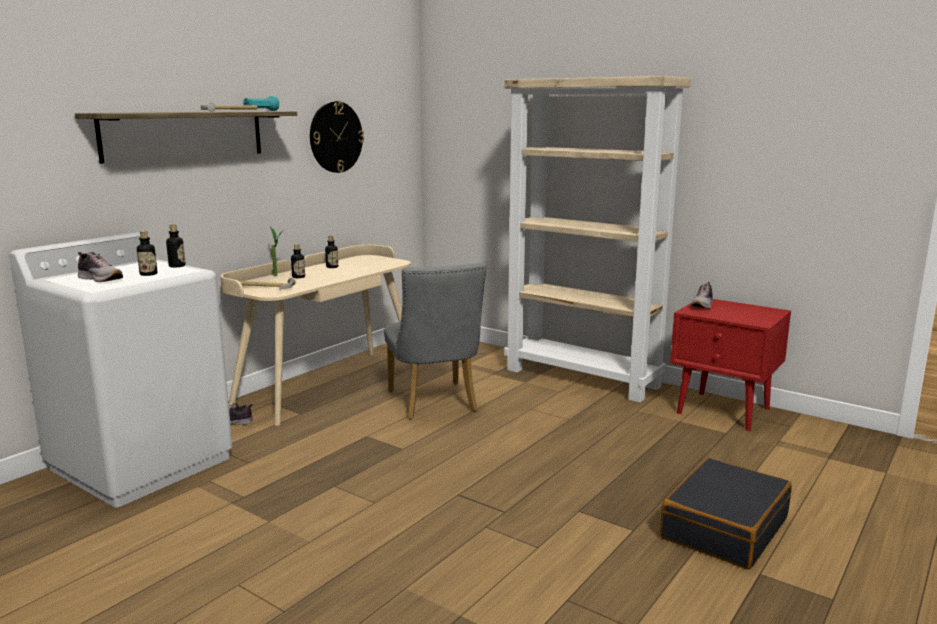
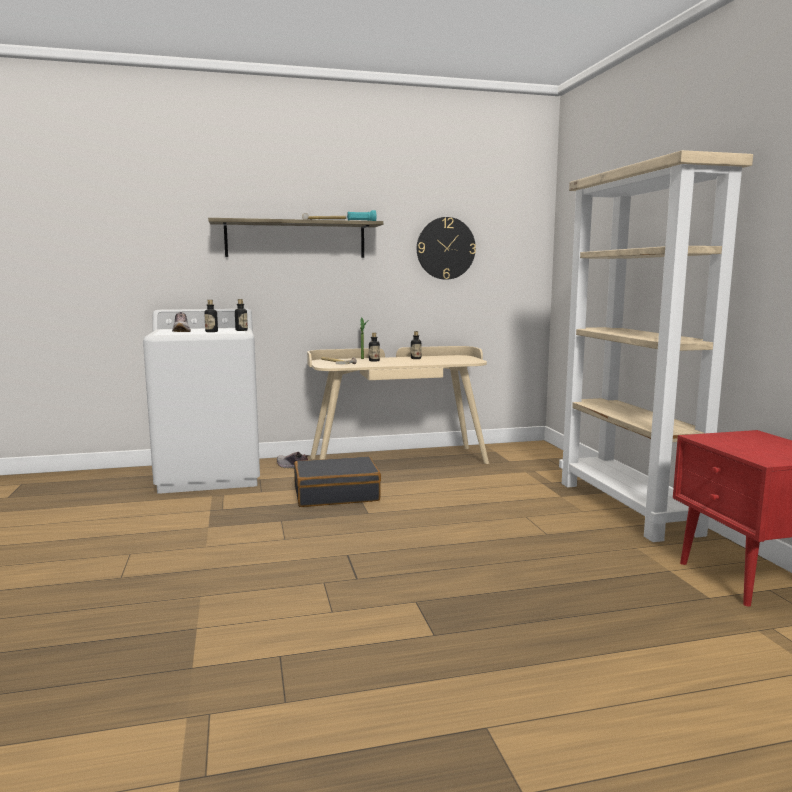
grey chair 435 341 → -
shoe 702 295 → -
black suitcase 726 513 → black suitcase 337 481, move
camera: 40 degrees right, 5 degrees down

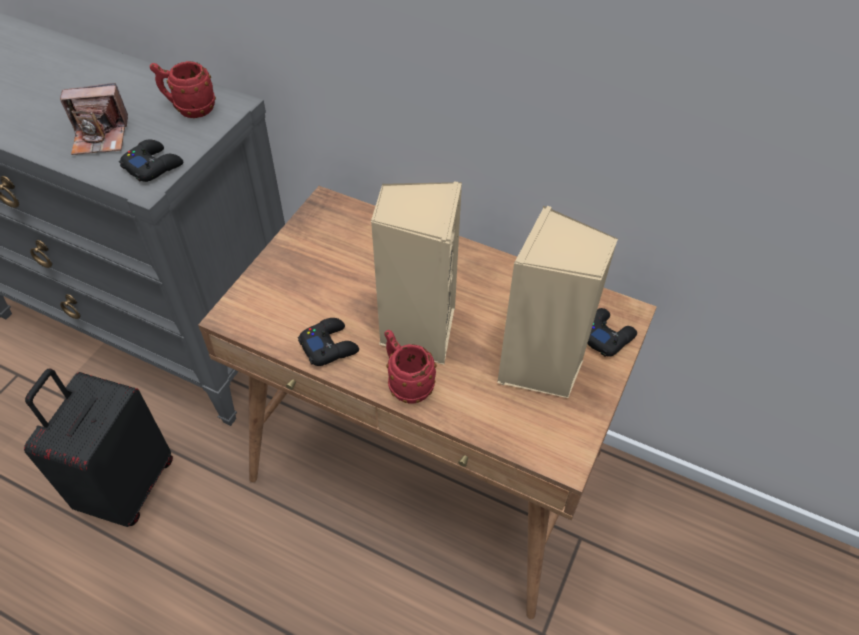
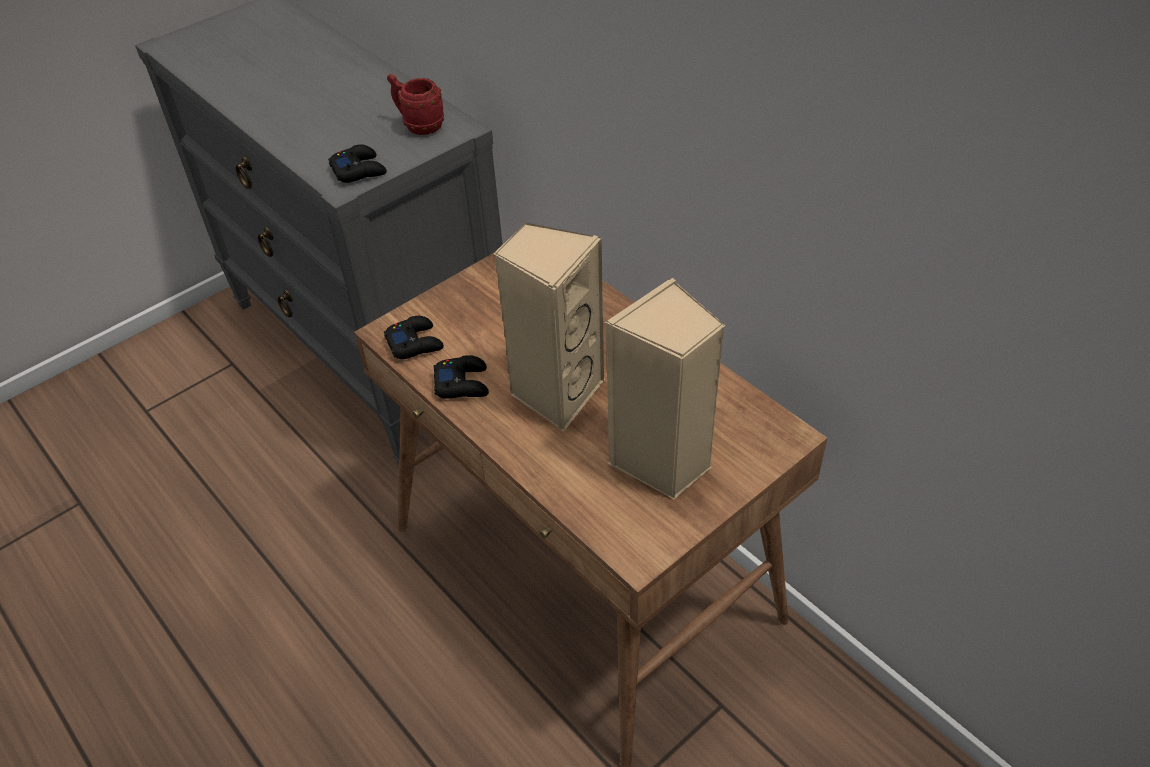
black suitcase 98 448 → -
photo camera 94 119 → -
red mug 410 367 → -
black game controller 612 332 → black game controller 414 337, move
camera: 25 degrees right, 5 degrees down

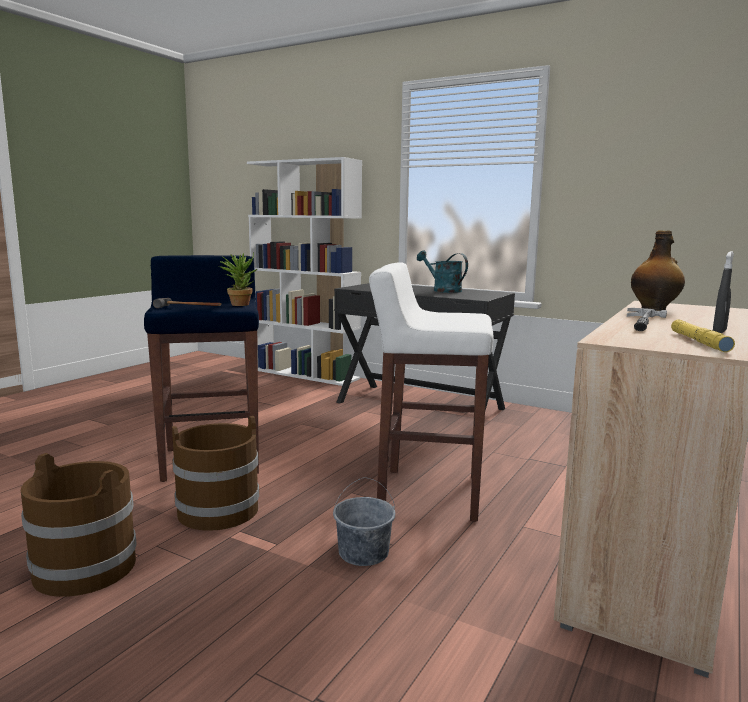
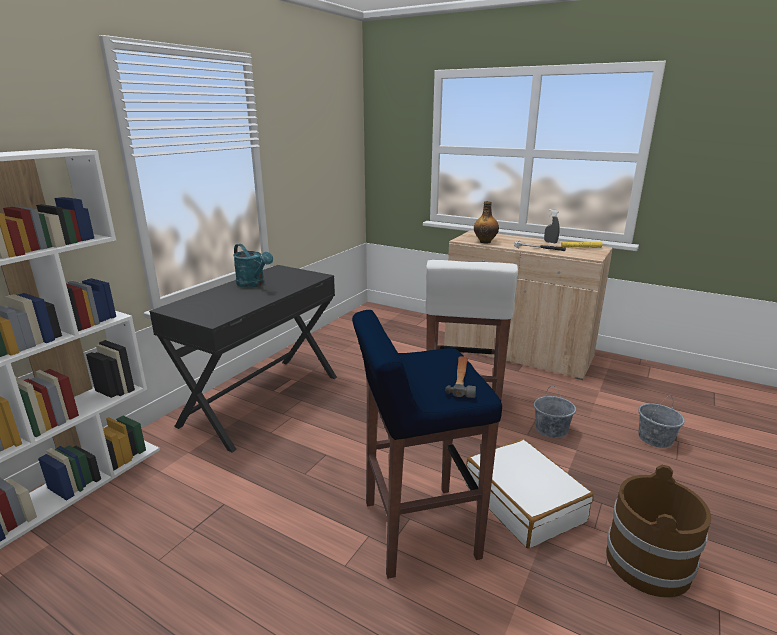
potted plant 238 279 → -
- → grey bucket 661 422
brown bucket 215 473 → white suitcase 530 494
turquoise watering can 442 271 → turquoise watering can 253 265, 90 degrees counterclockwise
camera: 90 degrees left, 10 degrees up

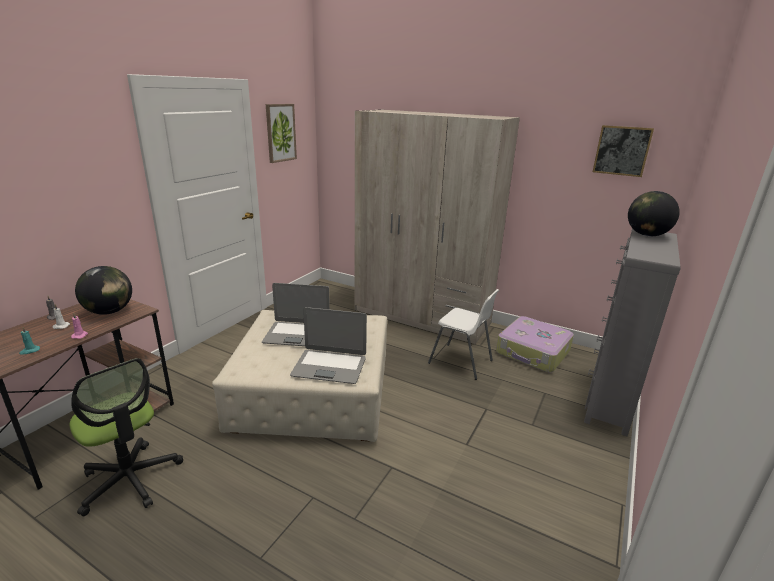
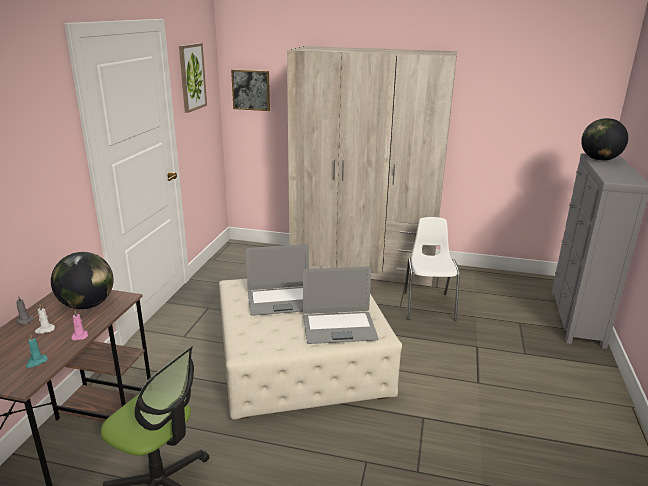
suitcase 535 344 → -
picture 623 151 → picture 250 90, move
white chair 463 334 → white chair 432 269, 105 degrees counterclockwise
camera: 15 degrees left, 0 degrees up

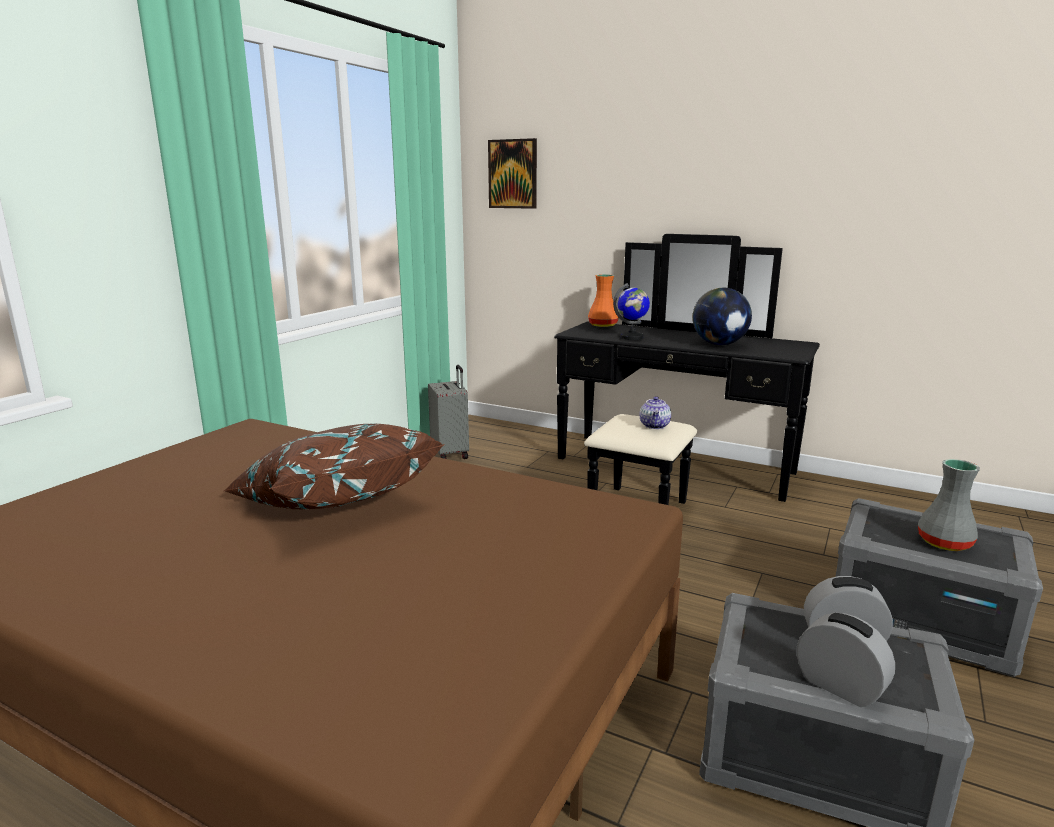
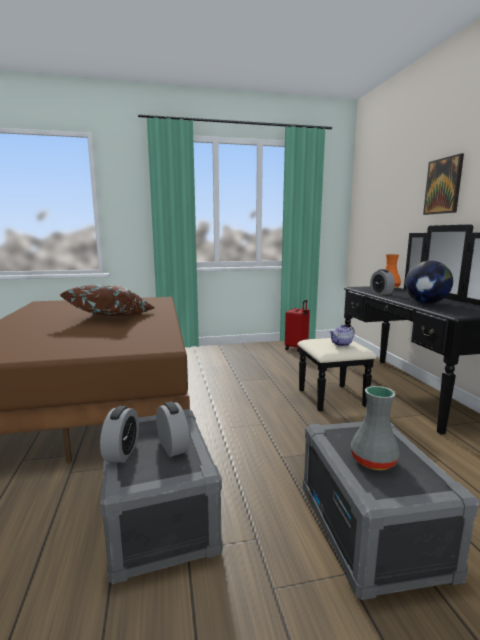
picture 512 173 → picture 443 184, move
globe 631 311 → alarm clock 382 282
grey suitcase 448 412 → red suitcase 297 326
camera: 50 degrees right, 5 degrees down

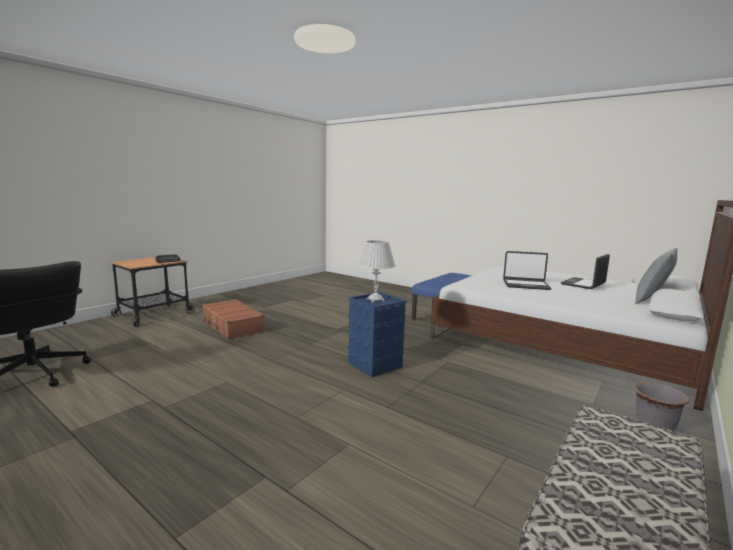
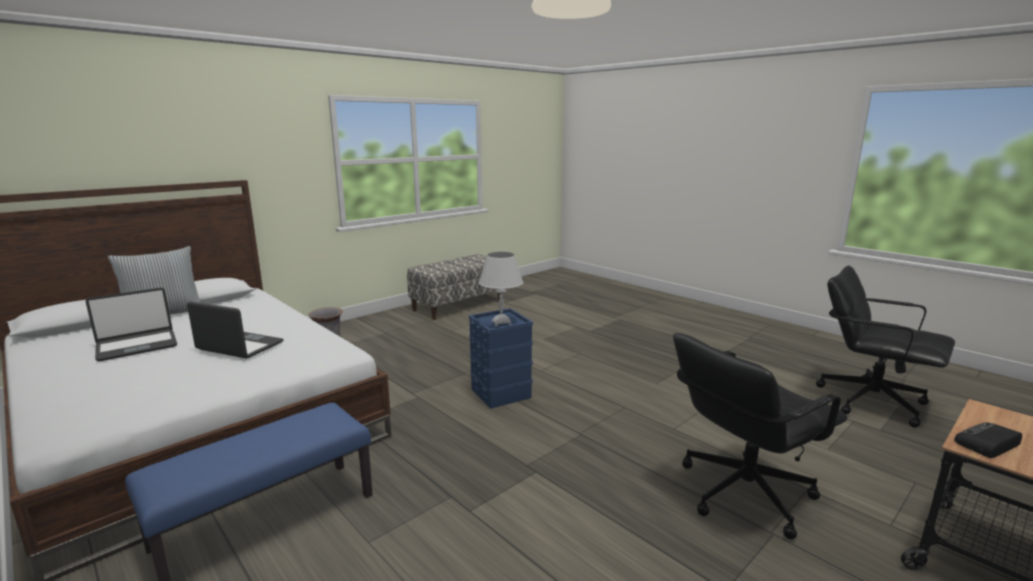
brown suitcase 233 319 → black office chair 760 436
camera: 170 degrees left, 5 degrees up

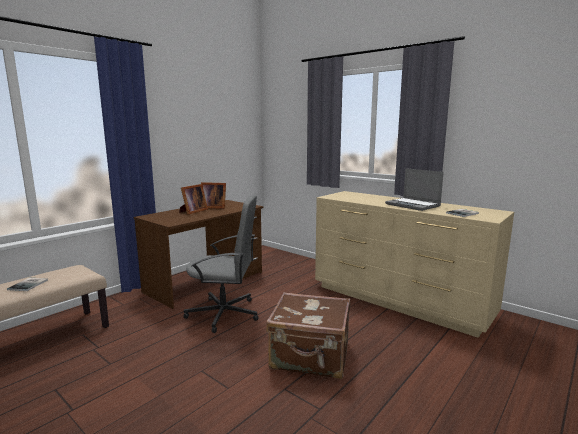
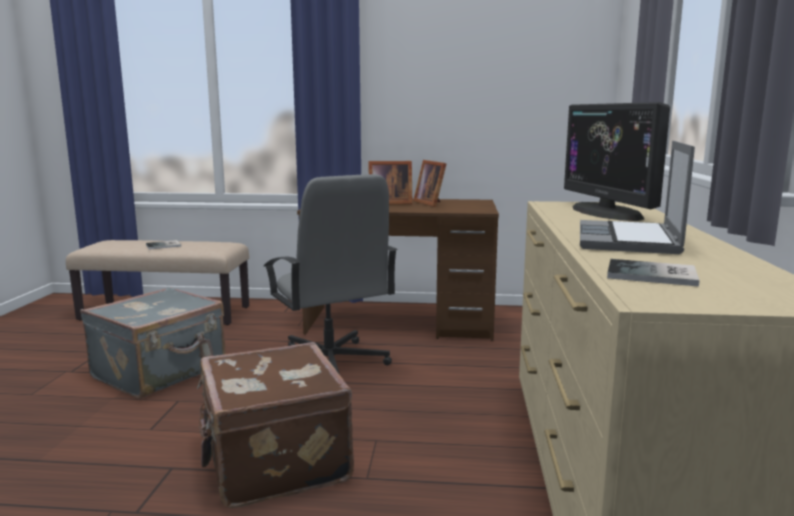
- → grey suitcase 153 343
- → monitor 617 161
camera: 55 degrees right, 0 degrees up

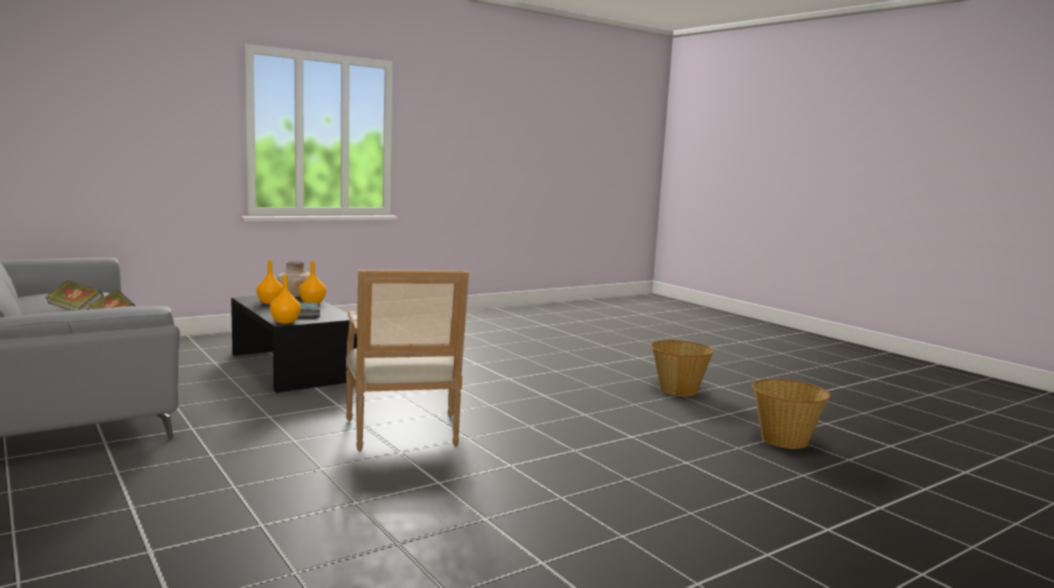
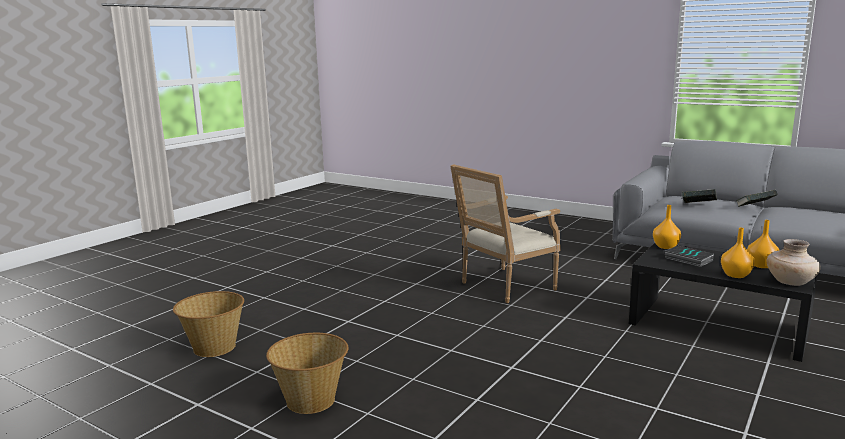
armchair 407 360 → armchair 506 234, 90 degrees counterclockwise
camera: 160 degrees right, 5 degrees up

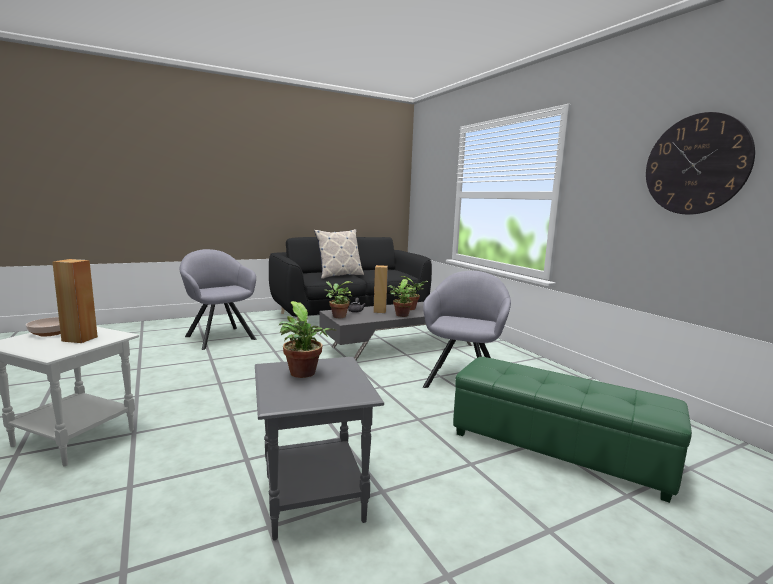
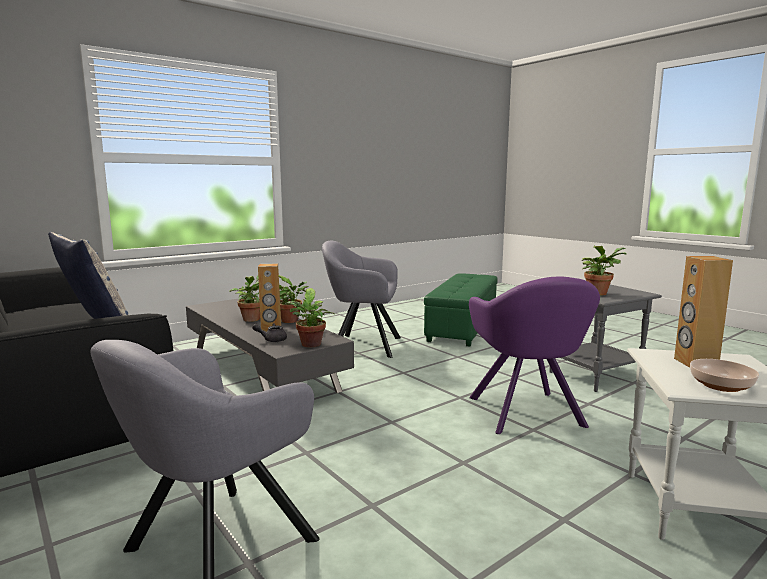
wall clock 700 163 → -
- → purple armchair 534 355
camera: 100 degrees left, 0 degrees up

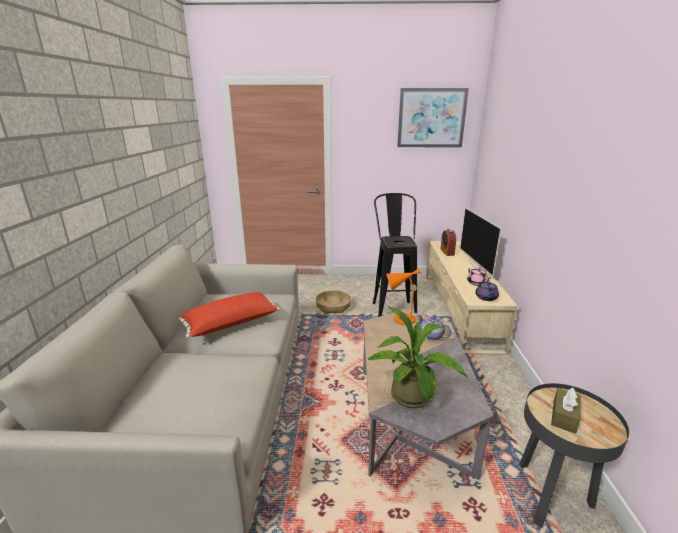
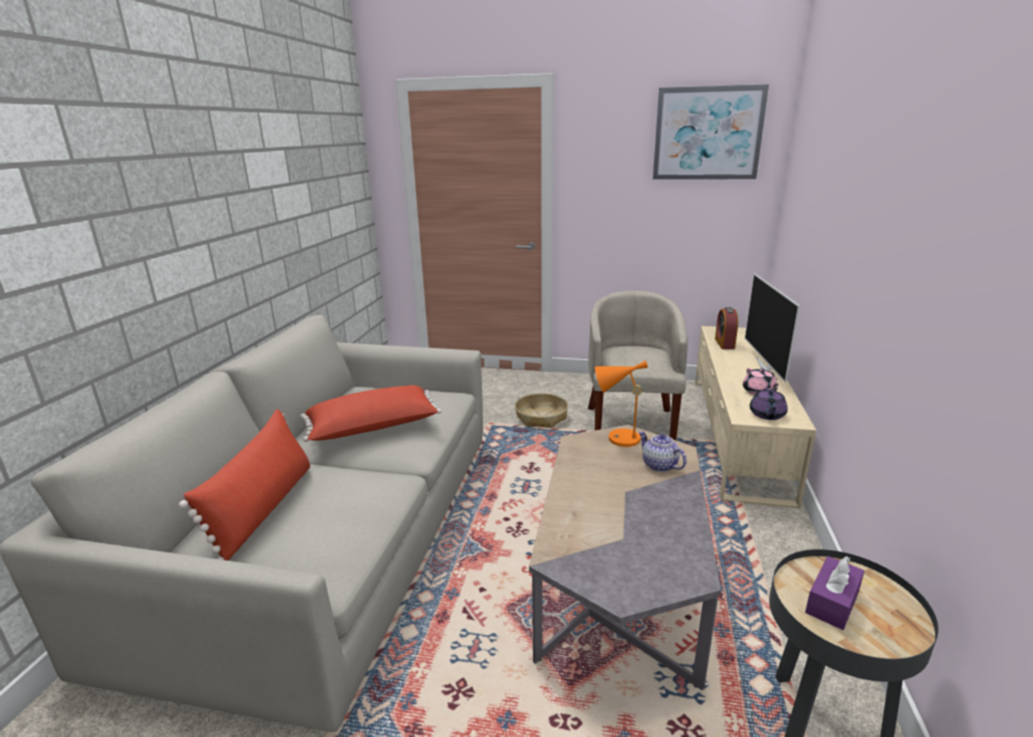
potted plant 417 357 → -
- → red pillow 244 485
black stool 395 255 → beige armchair 638 365
brown tissue box 566 410 → purple tissue box 834 593
camera: 10 degrees right, 0 degrees up

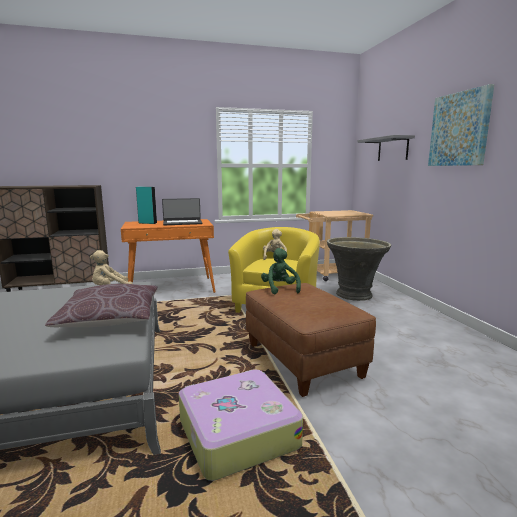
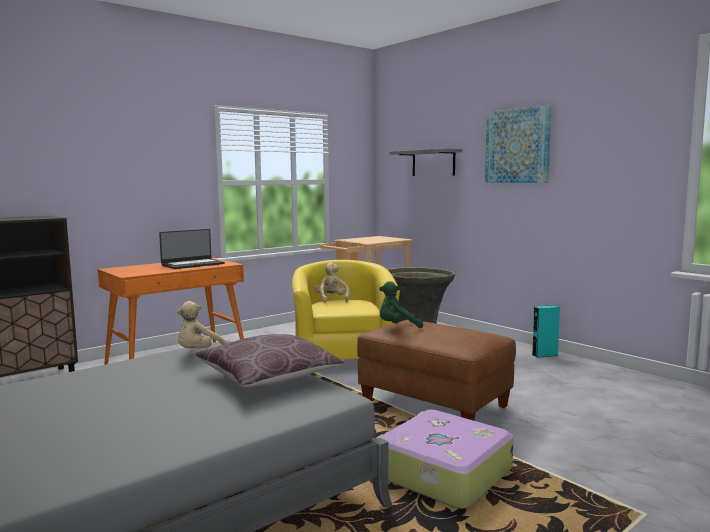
turquoise speaker 146 205 → turquoise speaker 546 331, move
green plush toy 281 271 → green plush toy 401 304, 60 degrees counterclockwise
camera: 25 degrees left, 5 degrees down

